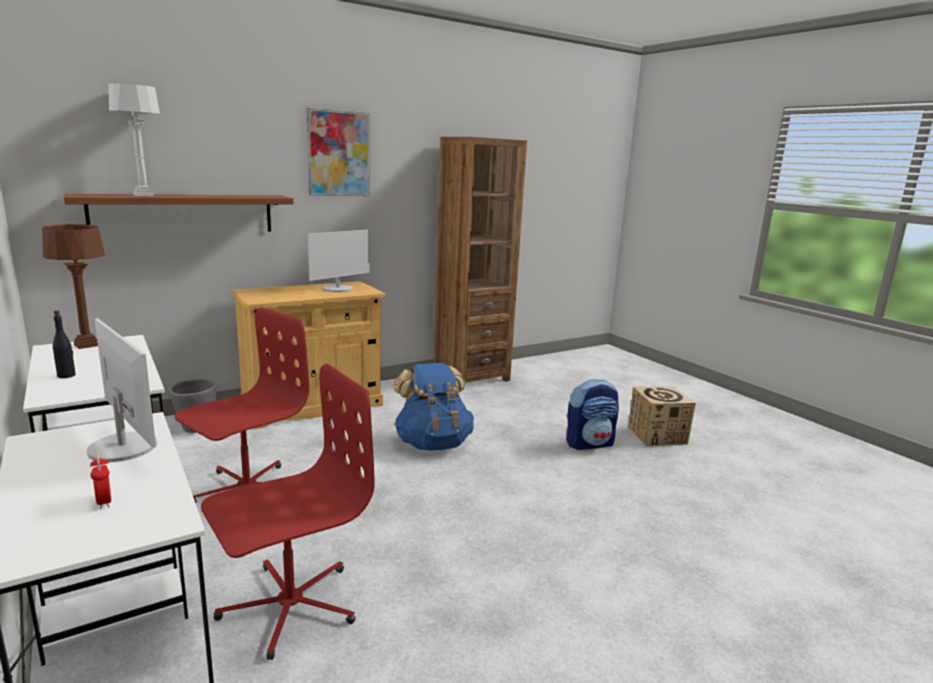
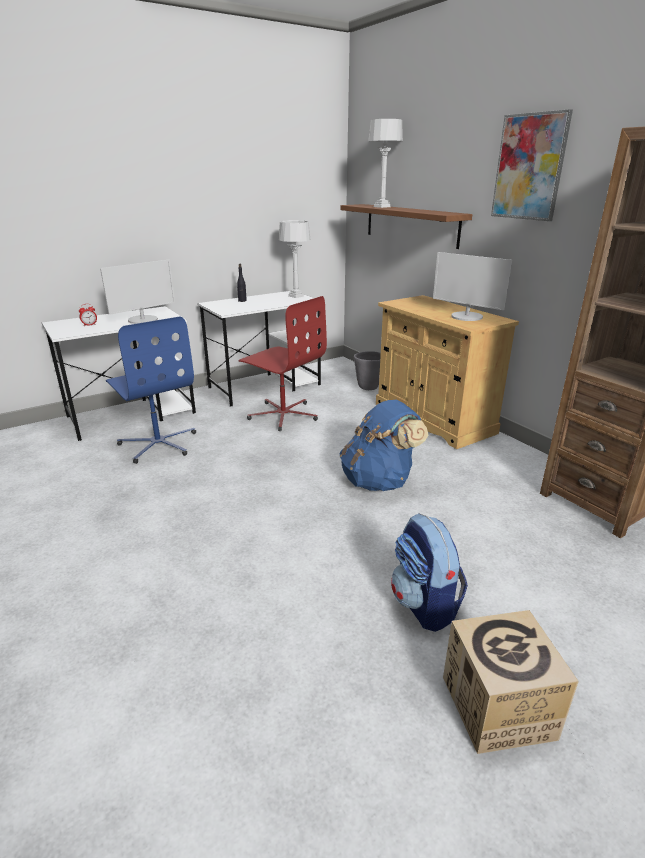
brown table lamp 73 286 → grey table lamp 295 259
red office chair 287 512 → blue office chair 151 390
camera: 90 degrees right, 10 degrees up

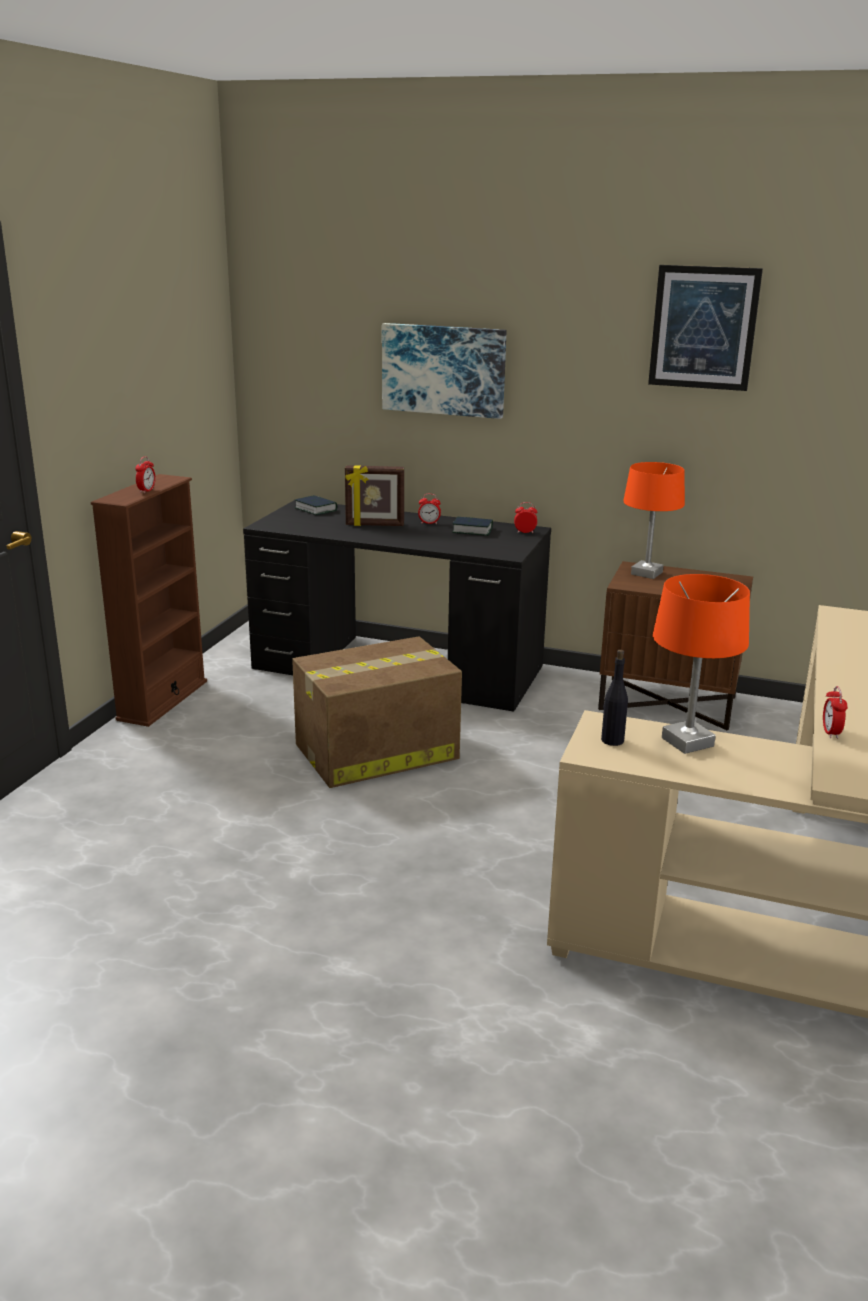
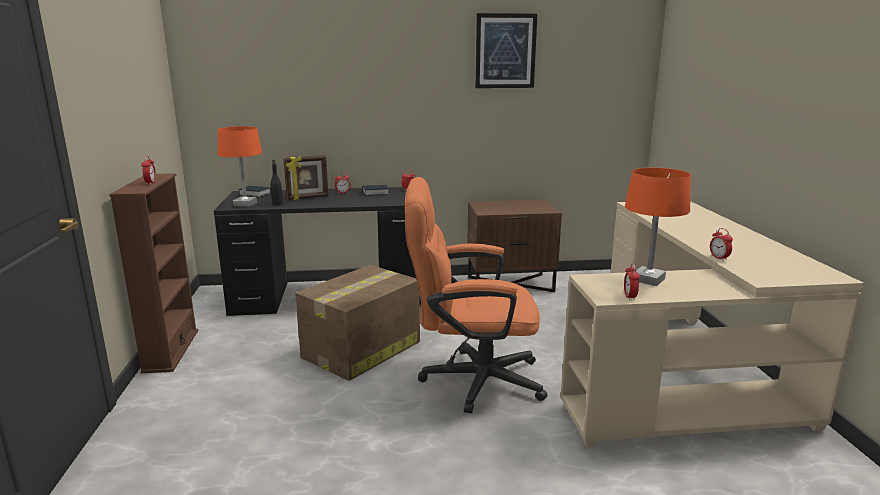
picture 444 371 → -
- → orange office chair 476 295
- → alarm clock 632 282
black bottle 614 698 → black bottle 276 183, move
orange table lamp 654 520 → orange table lamp 240 166, move
camera: 25 degrees left, 5 degrees down

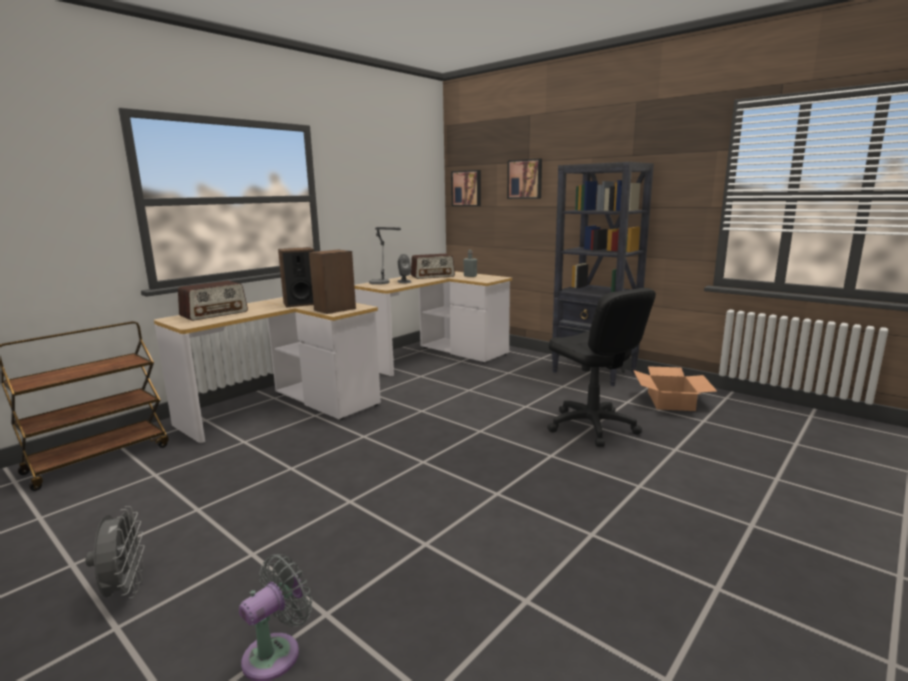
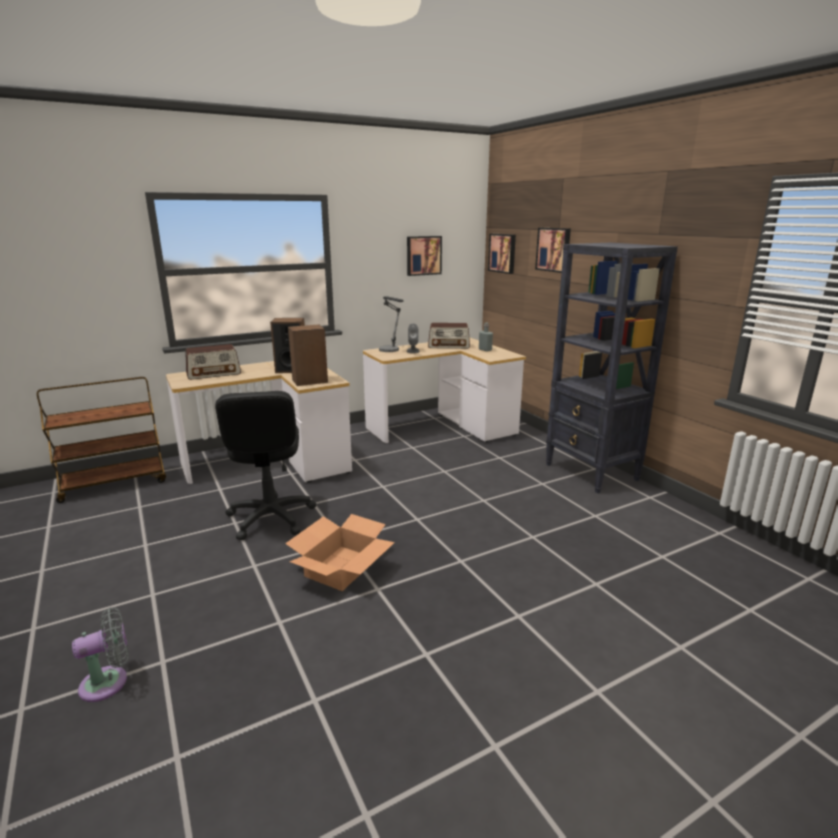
grey fan 115 552 → -
- → picture 424 256
black office chair 601 367 → black office chair 265 465, move
cardboard box 675 388 → cardboard box 340 552, move
camera: 20 degrees right, 5 degrees up

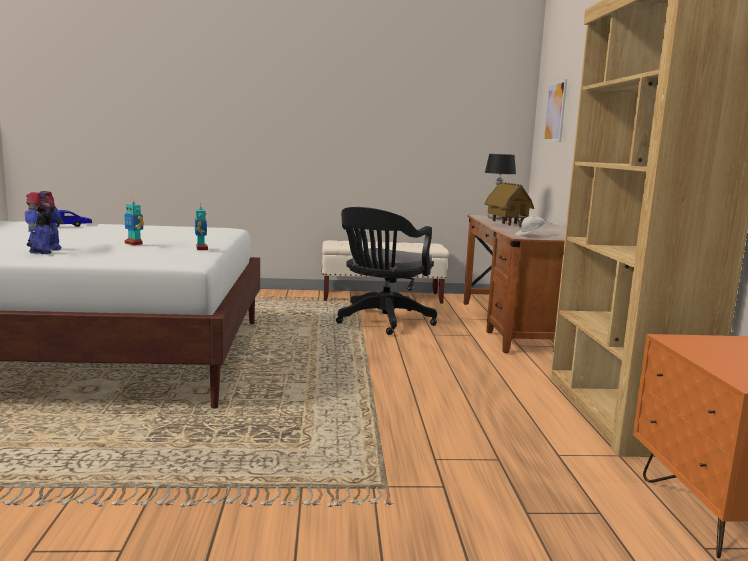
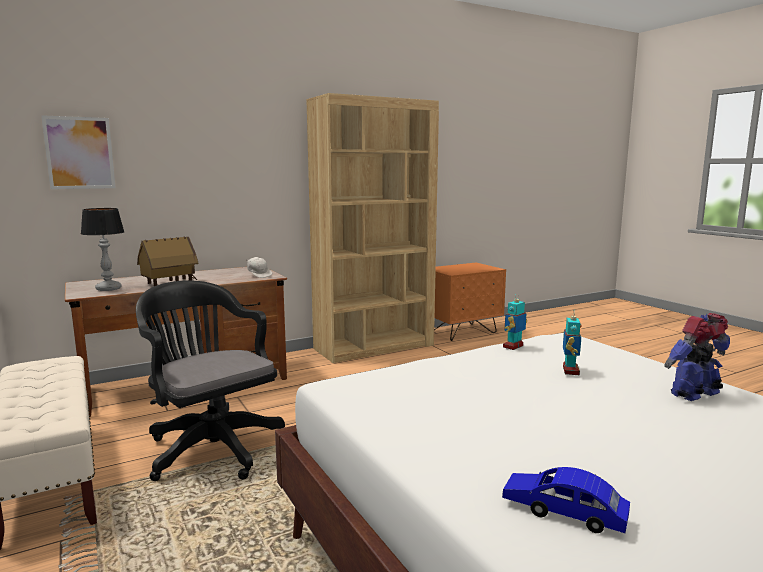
black office chair 386 271 → black office chair 210 380, 135 degrees counterclockwise
camera: 115 degrees left, 0 degrees up

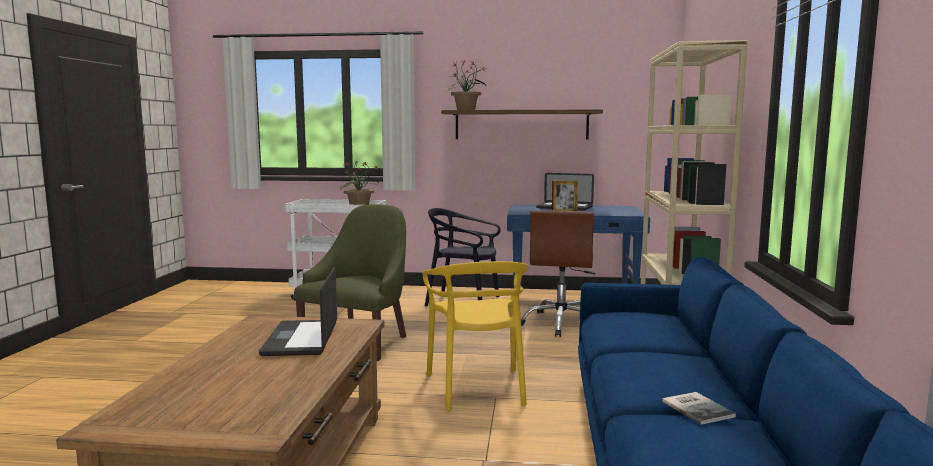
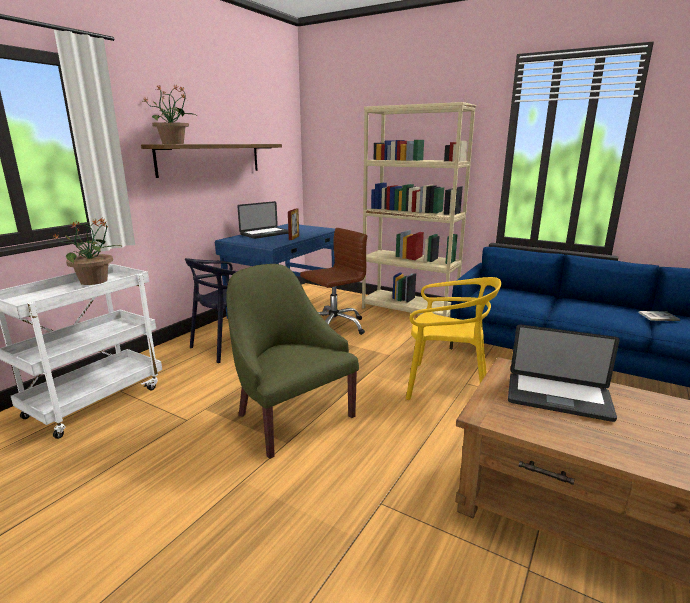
brown office chair 558 273 → brown office chair 333 281, 75 degrees counterclockwise
camera: 65 degrees left, 10 degrees up

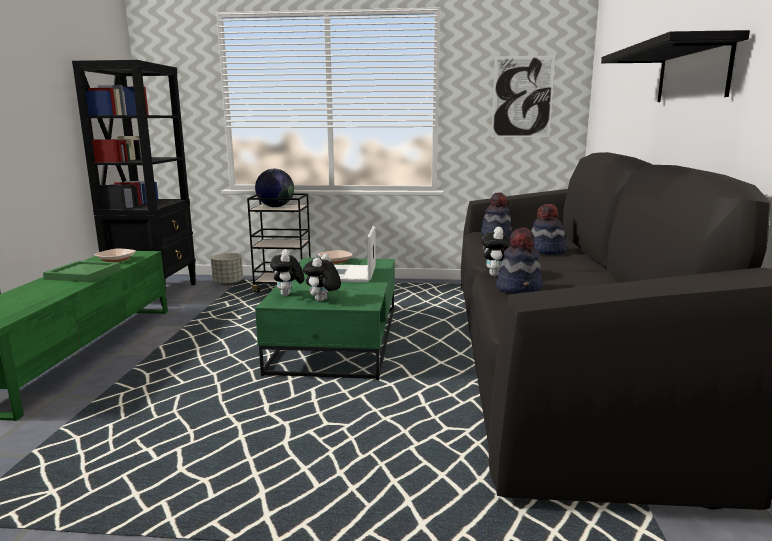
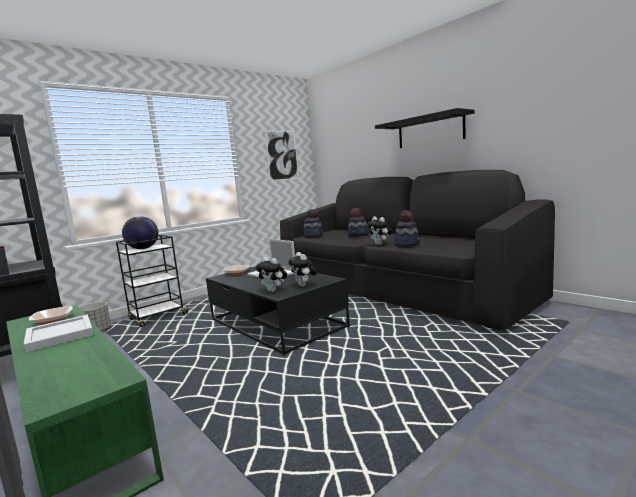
green tray 82 271 → white tray 58 334
green coffee table 325 319 → black coffee table 278 310
camera: 45 degrees left, 5 degrees down

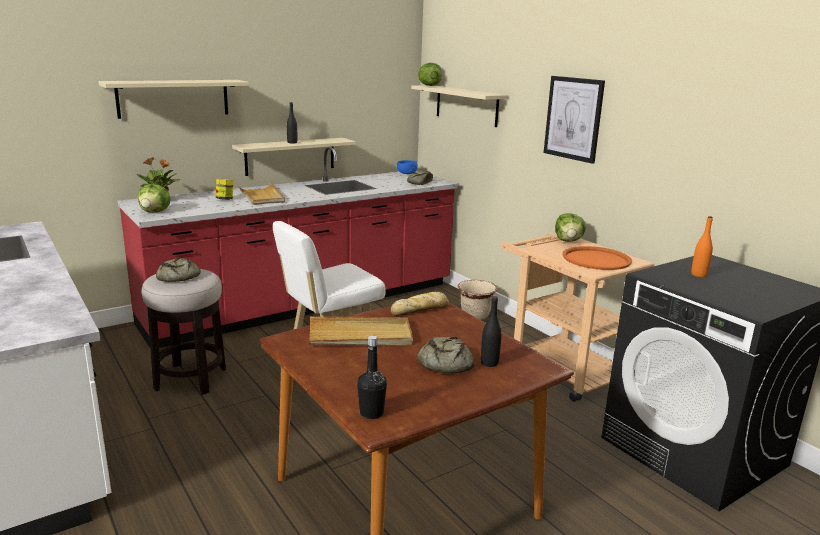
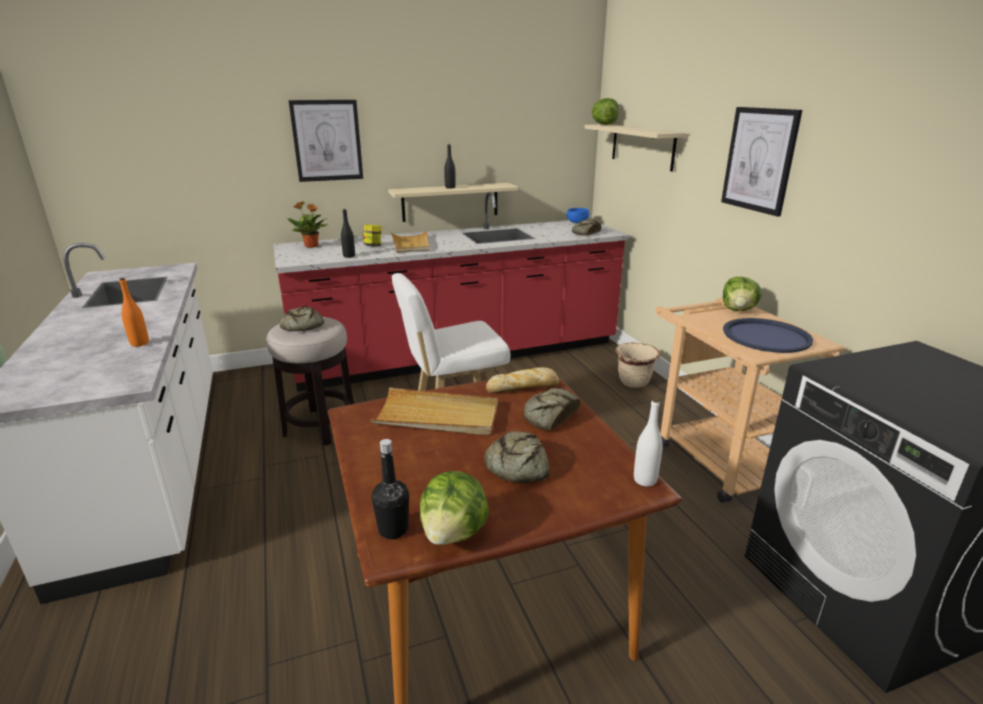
- → bread 552 409
- → white bottle 648 442
lettuce 154 198 → lettuce 454 508, move
black bottle 491 331 → black bottle 348 233, move
orange bottle 702 246 → orange bottle 134 312, move
beige shelf 173 99 → picture 326 141
orange tray 597 258 → blue tray 768 335
camera: 15 degrees right, 5 degrees up

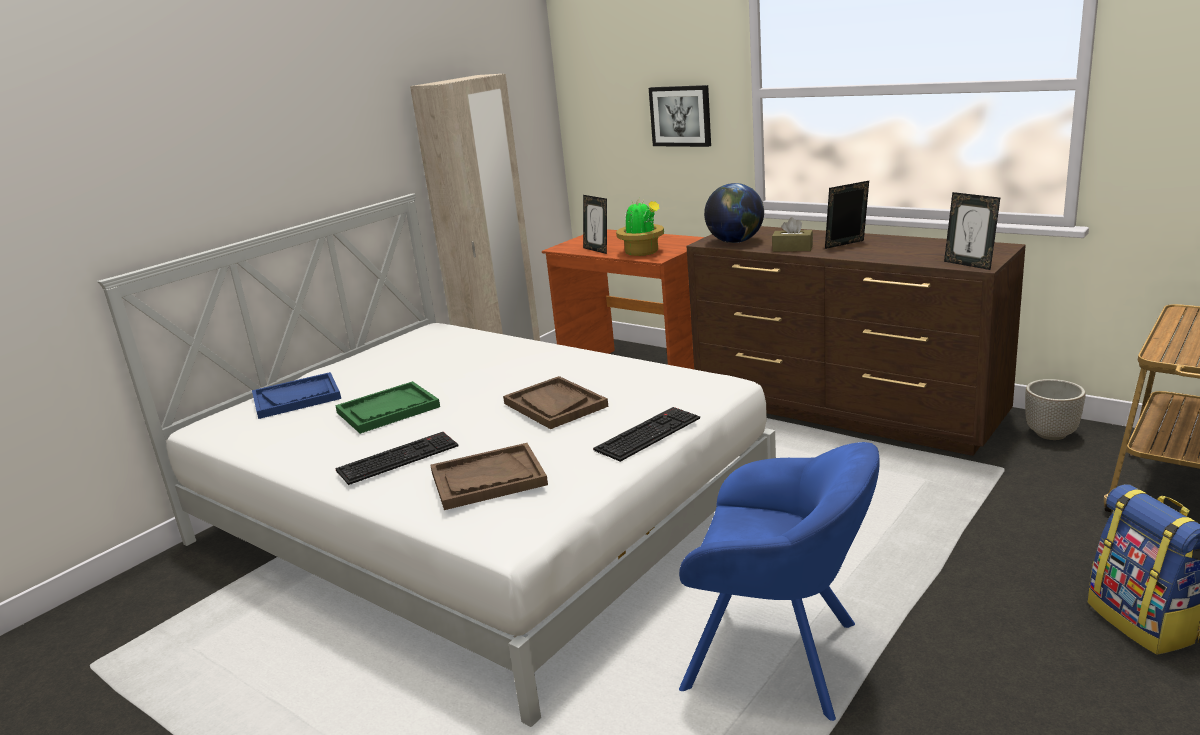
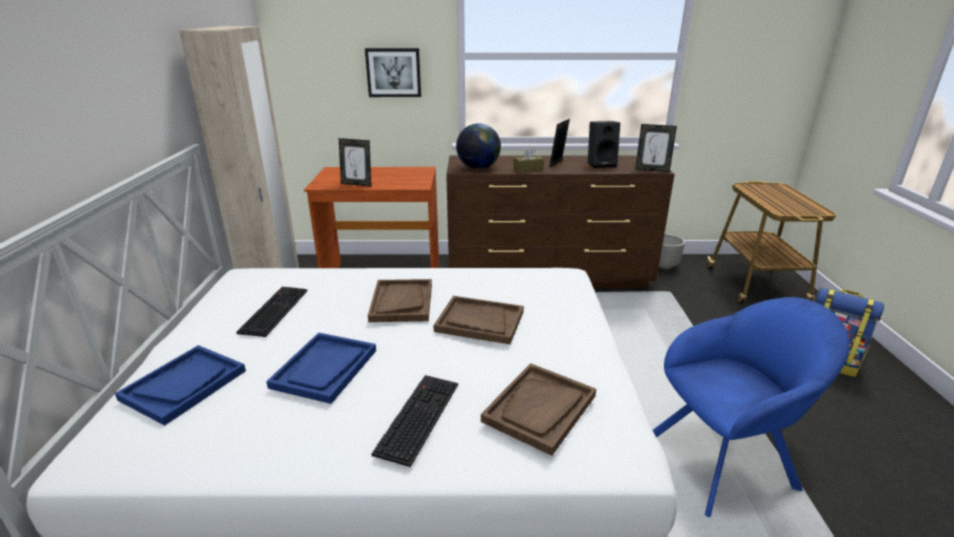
potted plant 640 228 → -
- → brown tray 400 300
- → black speaker 604 144
keyboard 646 434 → keyboard 272 312, move
green tray 387 407 → blue tray 321 368
camera: 40 degrees left, 5 degrees up

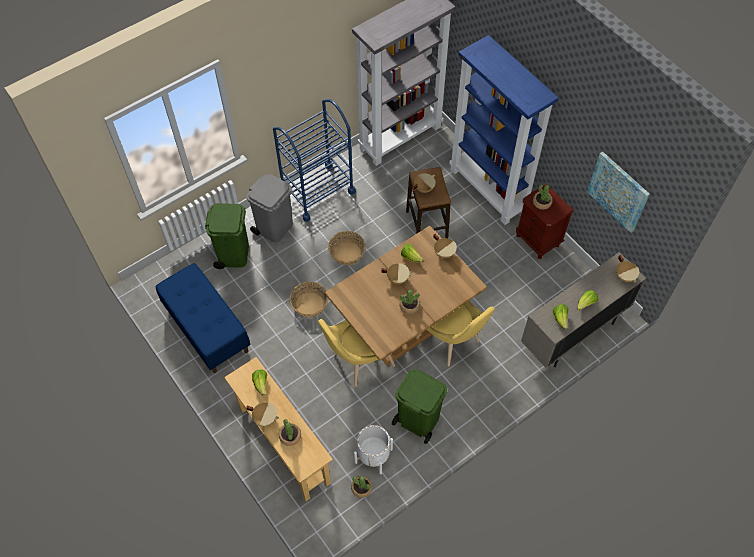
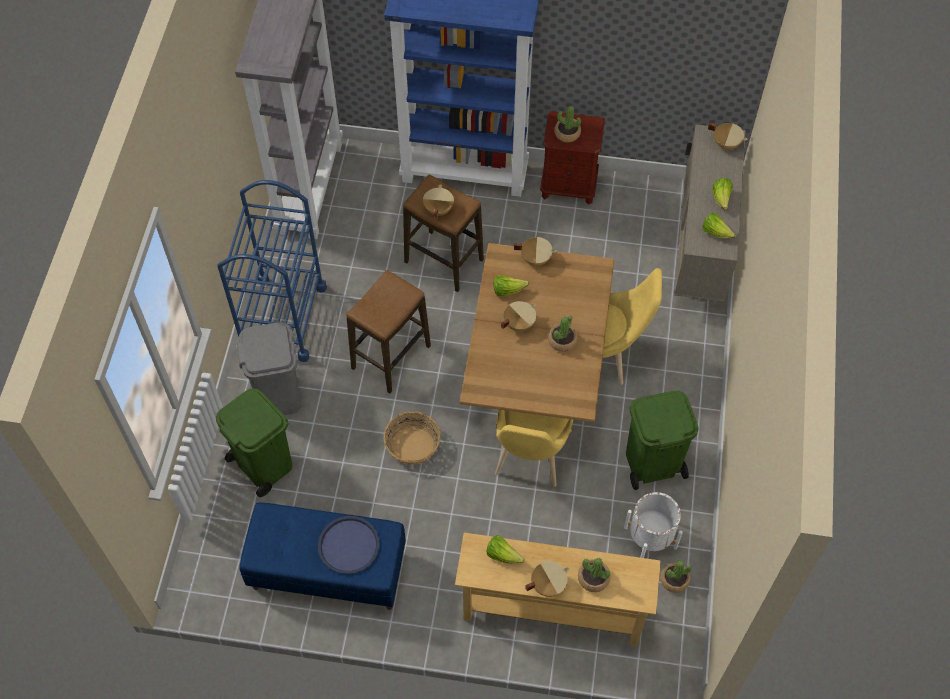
picture 618 192 → -
- → blue tray 349 545
basket 347 248 → stool 388 331
camera: 45 degrees left, 0 degrees up

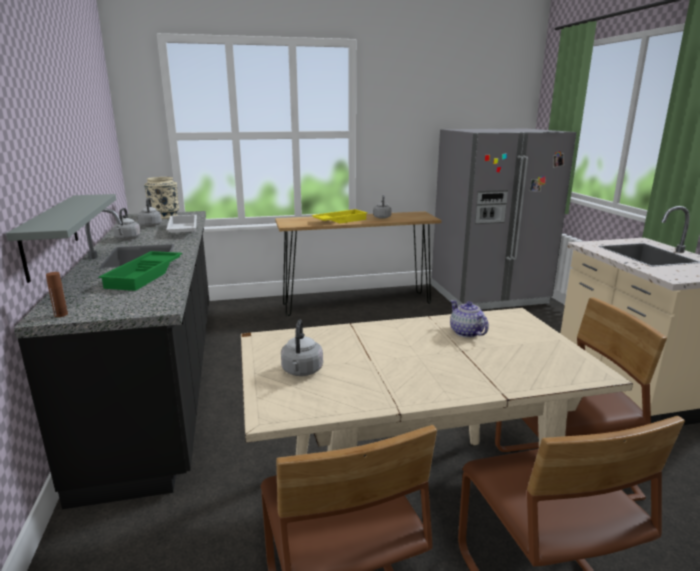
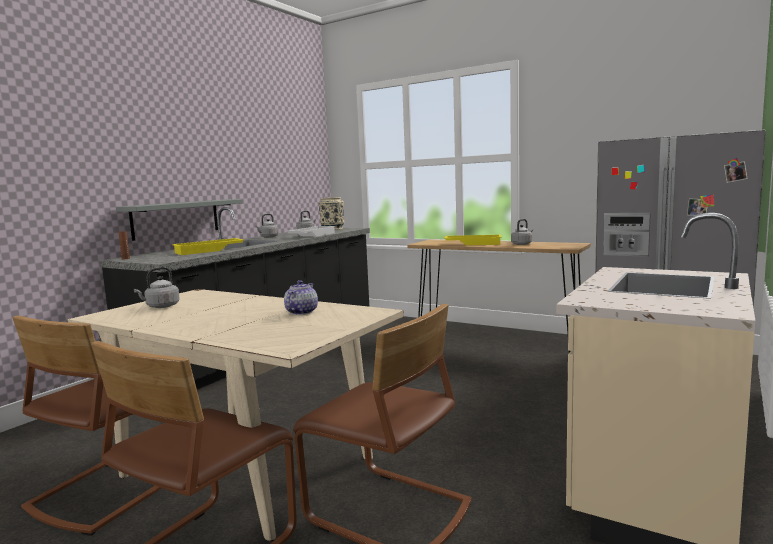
green tray 140 271 → yellow tray 208 246
camera: 45 degrees right, 10 degrees down

